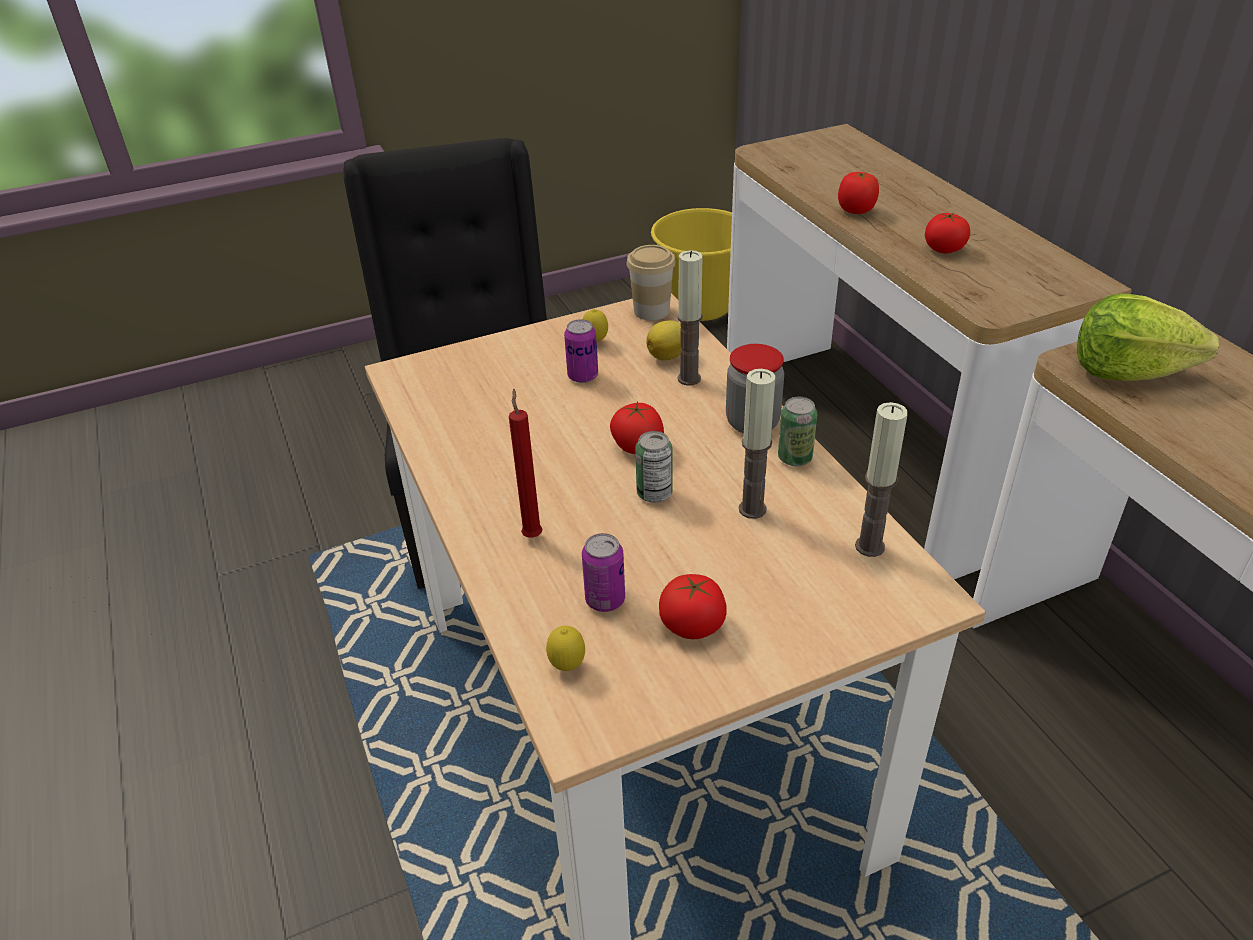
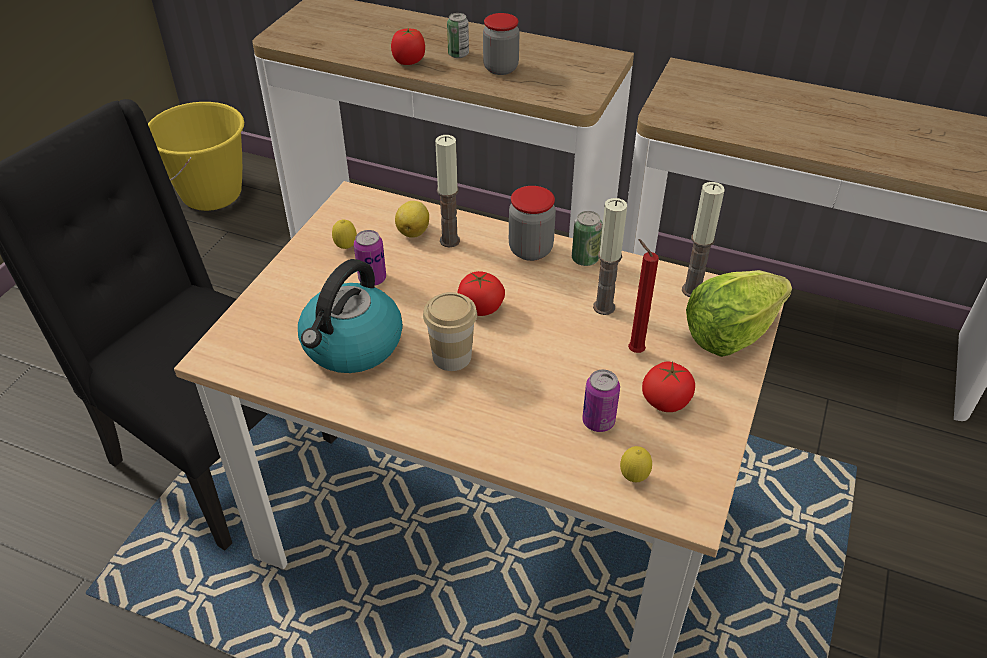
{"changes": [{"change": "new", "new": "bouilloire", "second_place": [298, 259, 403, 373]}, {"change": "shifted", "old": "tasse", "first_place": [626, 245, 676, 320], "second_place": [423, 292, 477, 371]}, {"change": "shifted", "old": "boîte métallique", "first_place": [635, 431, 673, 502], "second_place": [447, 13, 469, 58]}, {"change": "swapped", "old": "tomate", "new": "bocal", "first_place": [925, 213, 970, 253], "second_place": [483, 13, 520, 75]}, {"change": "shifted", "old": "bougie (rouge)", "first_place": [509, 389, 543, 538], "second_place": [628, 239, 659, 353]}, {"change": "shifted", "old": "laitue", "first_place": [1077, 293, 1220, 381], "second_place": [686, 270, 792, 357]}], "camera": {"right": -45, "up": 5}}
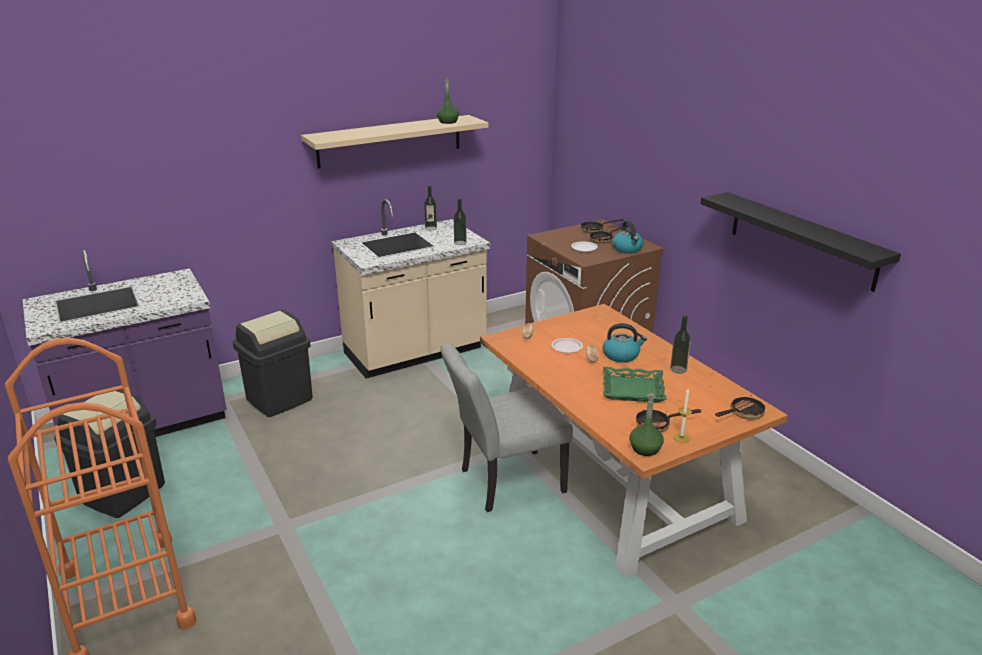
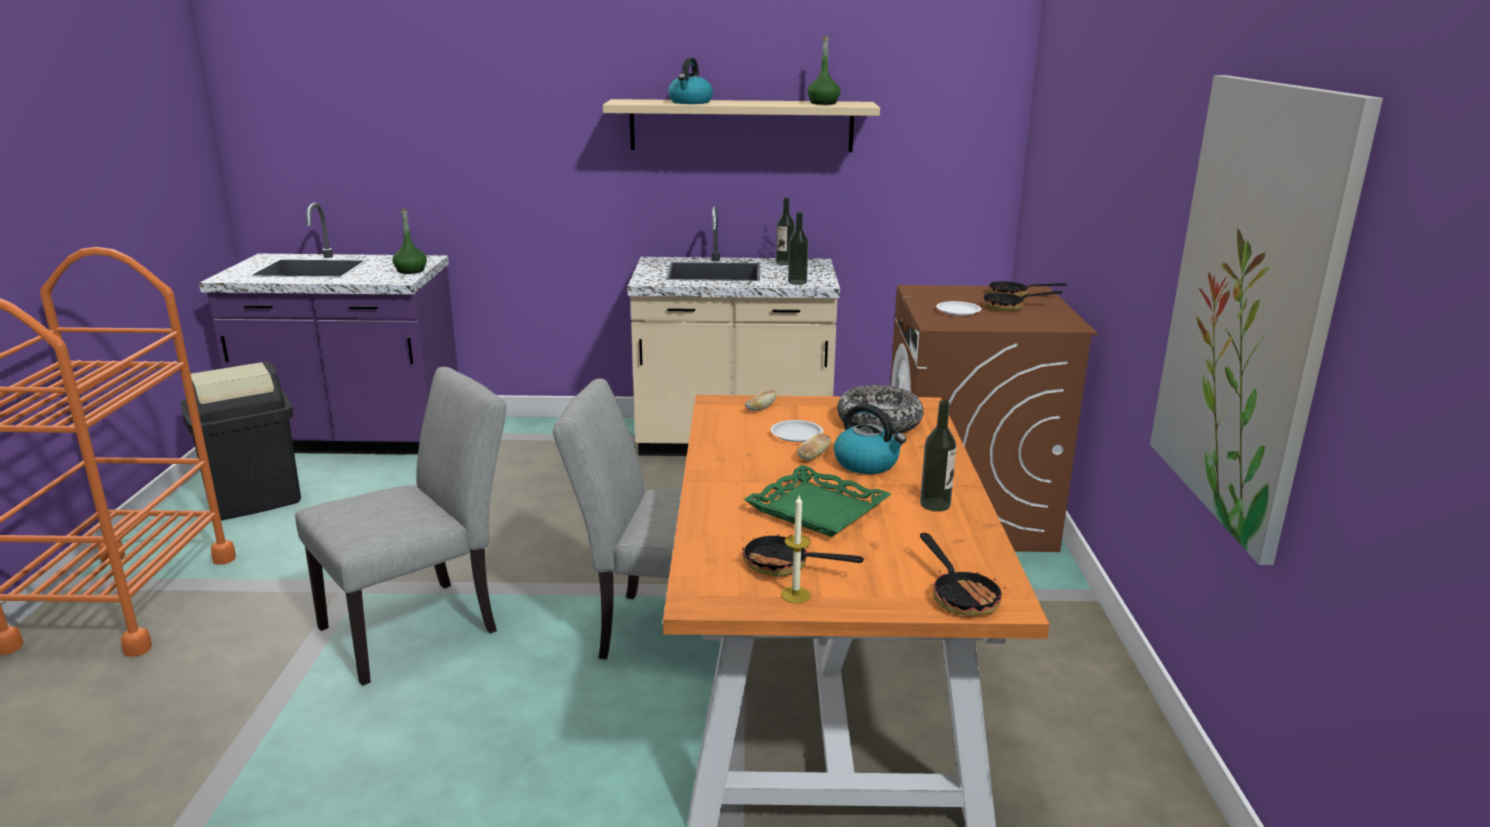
{"changes": [{"change": "new", "new": "chaise (gris)", "second_place": [295, 367, 507, 686]}, {"change": "shifted", "old": "bouteille (vert)", "first_place": [629, 393, 664, 456], "second_place": [393, 208, 427, 274]}, {"change": "shifted", "old": "bouilloire", "first_place": [612, 220, 643, 254], "second_place": [668, 58, 713, 104]}, {"change": "new", "new": "bol", "second_place": [837, 385, 924, 433]}, {"change": "rotated", "old": "poêle", "first_place": [715, 394, 765, 420], "second_place": [920, 533, 1006, 616], "degrees": 75}, {"change": "swapped", "old": "étagère (noir)", "new": "tableau", "first_place": [700, 192, 901, 292], "second_place": [1150, 75, 1383, 565]}, {"change": "gone", "old": "poubelle (noir)", "first_place": [233, 310, 313, 417]}], "camera": {"right": 30, "up": -5}}
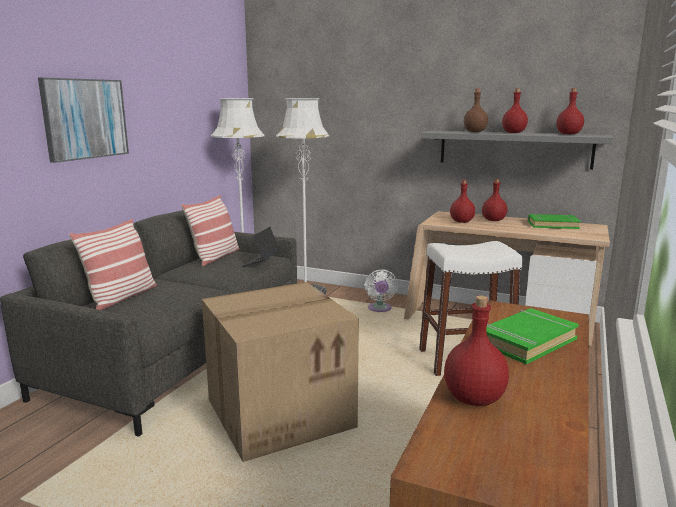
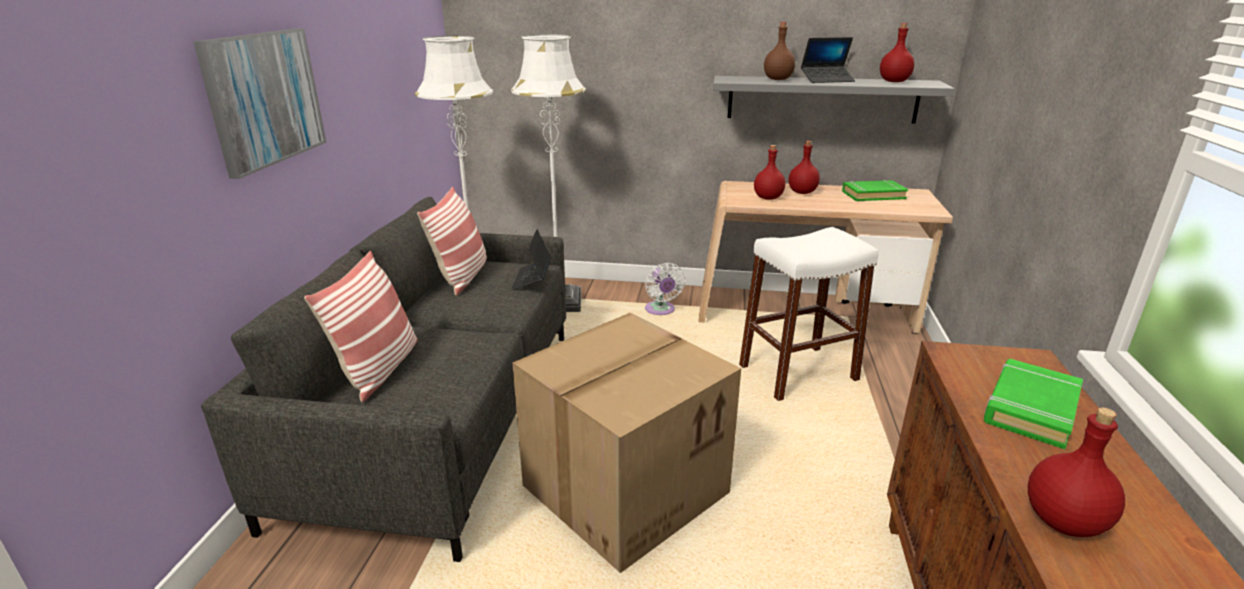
{"changes": [{"change": "swapped", "old": "bouteille (rouge)", "new": "ordinateur portable", "first_place": [502, 89, 528, 133], "second_place": [801, 37, 855, 83]}], "camera": {"right": -15, "up": 10}}
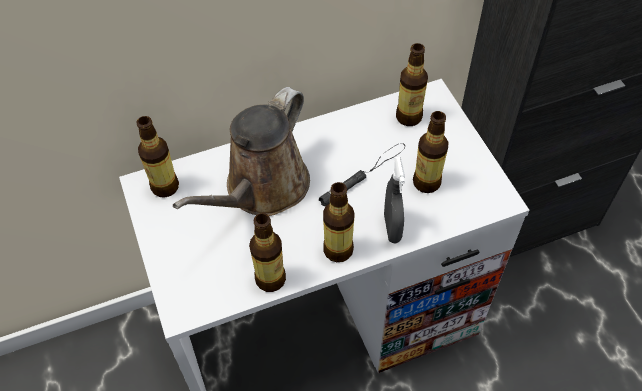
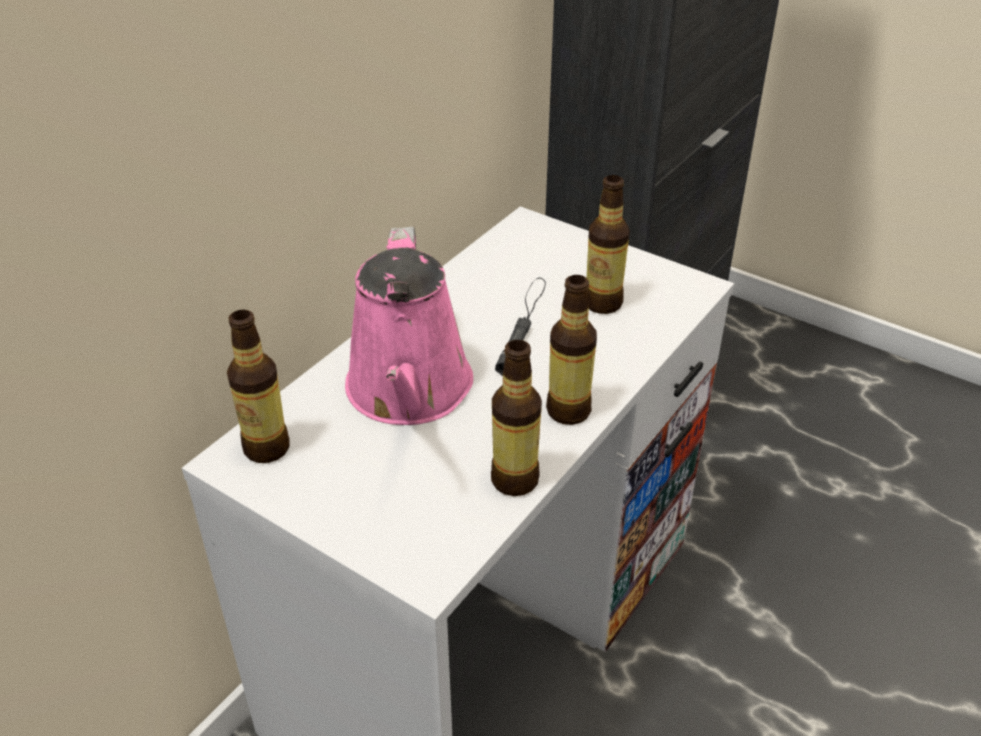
{"changes": [{"change": "repainted", "old": "arrosoir (marron)", "new": "arrosoir (rose)", "first_place": [173, 87, 310, 216], "second_place": [345, 227, 473, 425]}, {"change": "gone", "old": "vaporisateur (gris)", "first_place": [384, 156, 405, 243]}, {"change": "gone", "old": "bouteille", "first_place": [396, 43, 428, 126]}], "camera": {"right": -35, "up": -15}}
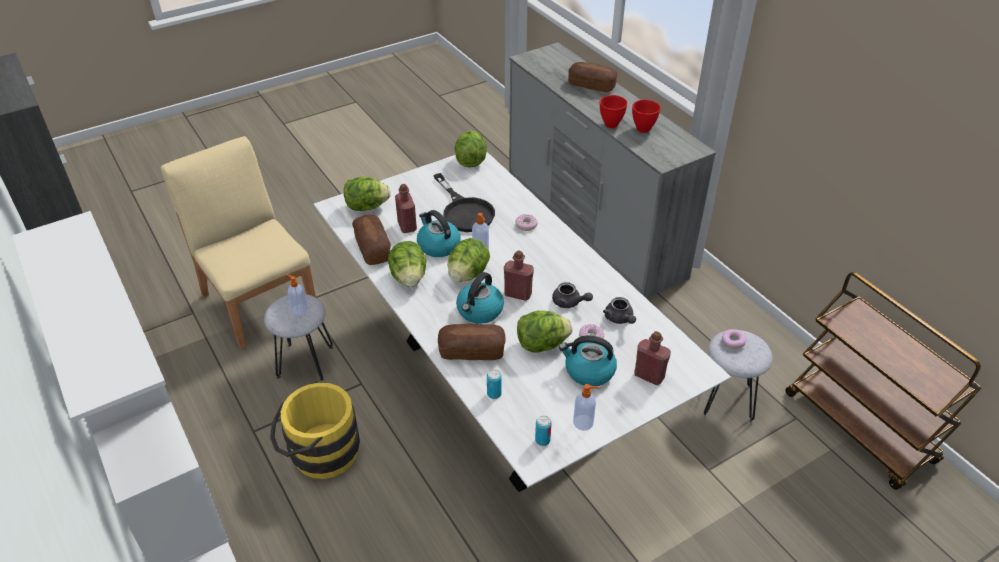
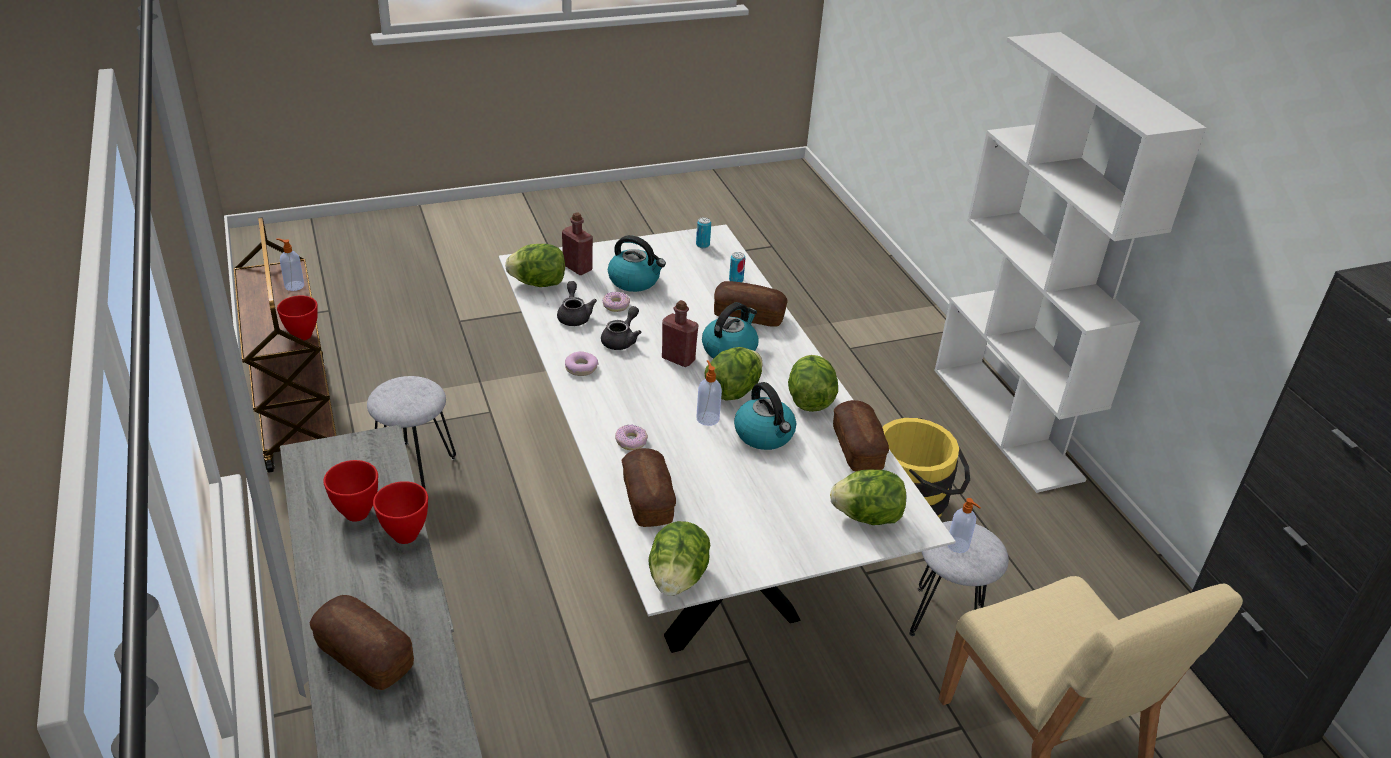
{"changes": [{"change": "shifted", "old": "distributeur de savon", "first_place": [573, 384, 600, 431], "second_place": [276, 238, 304, 291]}, {"change": "new", "new": "bol (rouge)", "second_place": [277, 296, 318, 340]}, {"change": "shifted", "old": "laitue", "first_place": [517, 311, 573, 353], "second_place": [505, 244, 565, 287]}, {"change": "shifted", "old": "beignet", "first_place": [722, 329, 747, 349], "second_place": [565, 351, 598, 376]}, {"change": "rotated", "old": "théière (gris)", "first_place": [552, 282, 593, 308], "second_place": [601, 306, 641, 350], "degrees": 75}, {"change": "new", "new": "pain", "second_place": [621, 448, 676, 527]}, {"change": "gone", "old": "bouteille (rouge)", "first_place": [395, 184, 417, 233]}, {"change": "gone", "old": "poêle (noir)", "first_place": [433, 173, 495, 232]}], "camera": {"right": -170, "up": -5}}
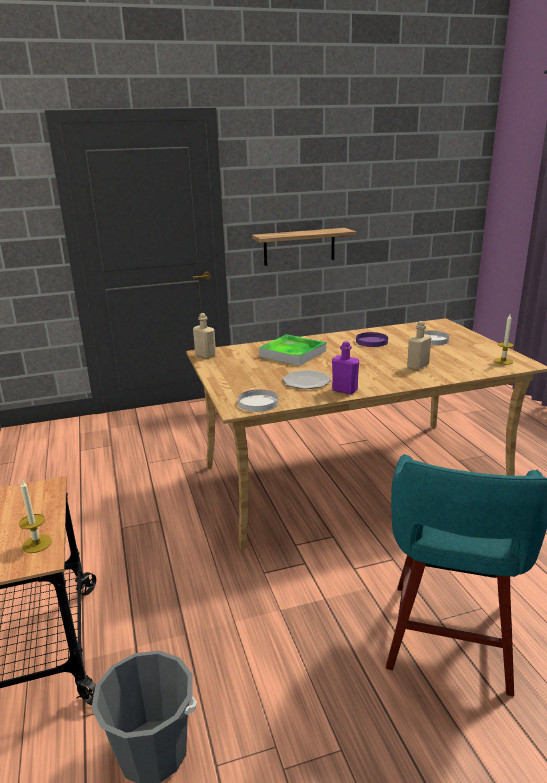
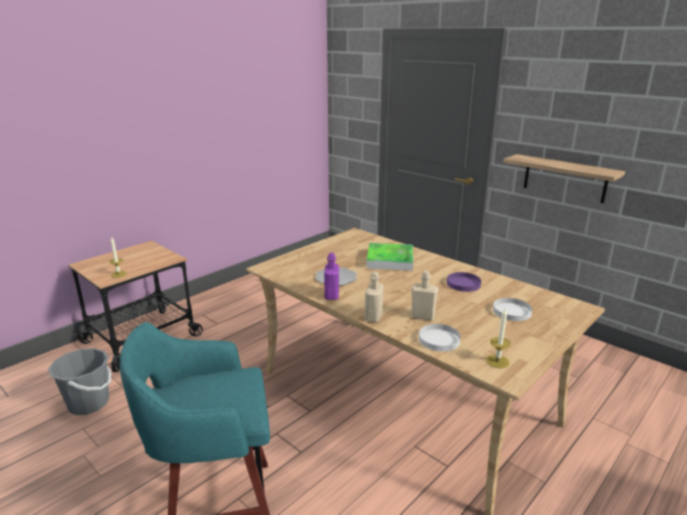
{"changes": [{"change": "shifted", "old": "bouteille (beige)", "first_place": [193, 313, 216, 358], "second_place": [365, 271, 384, 322]}, {"change": "shifted", "old": "assiette (blanc)", "first_place": [238, 389, 278, 412], "second_place": [419, 324, 461, 351]}], "camera": {"right": 60, "up": 0}}
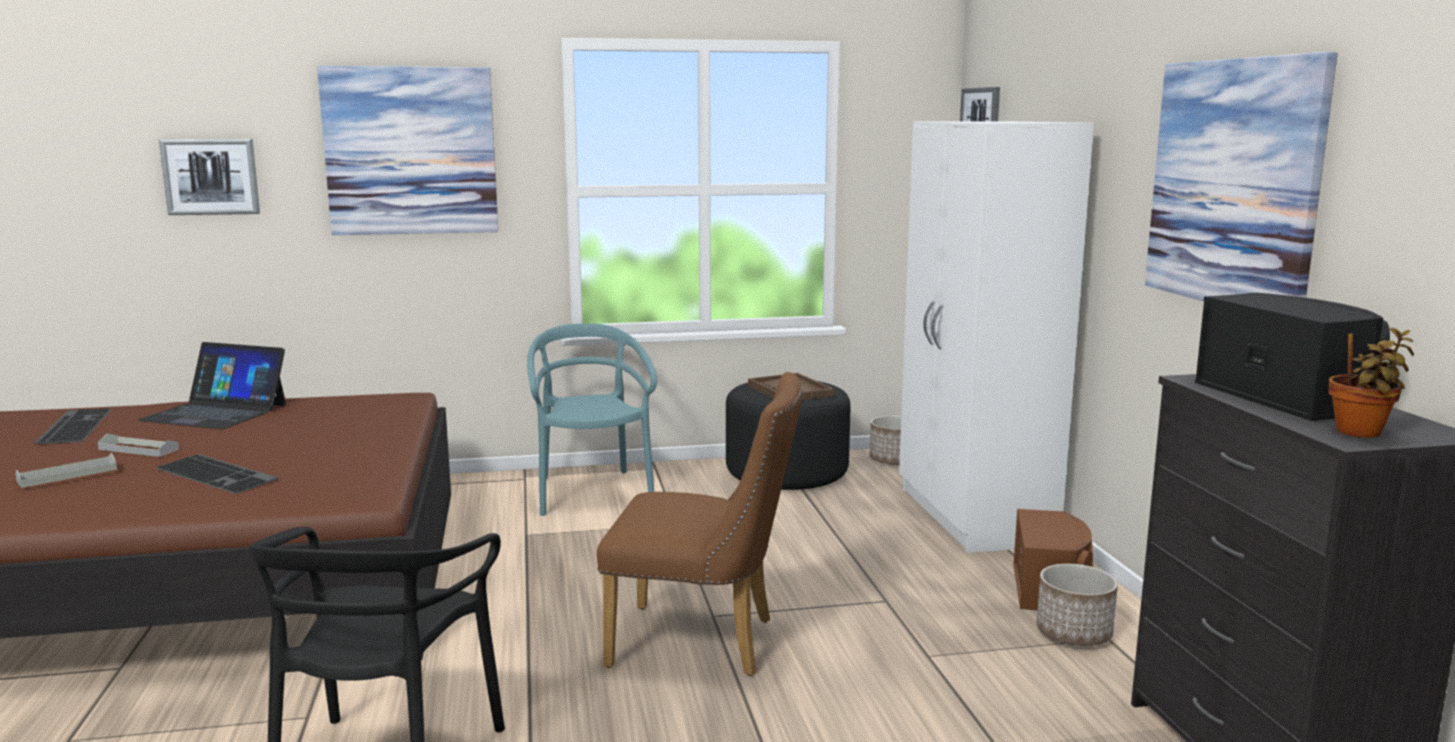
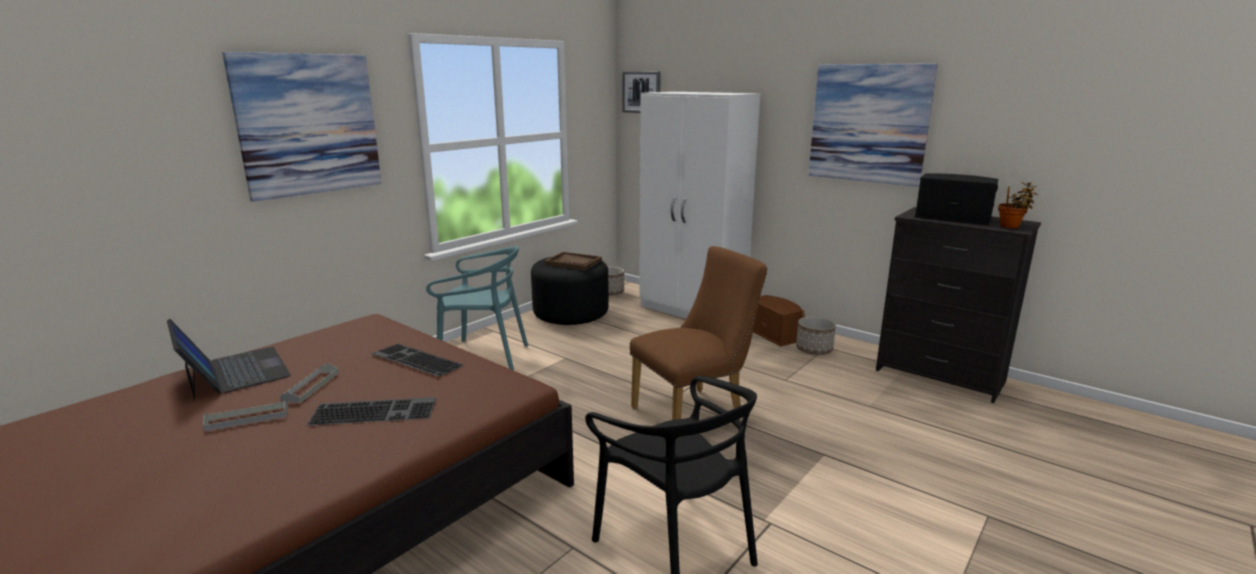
{"changes": [{"change": "rotated", "old": "ordinateur portable", "first_place": [138, 342, 286, 429], "second_place": [167, 319, 291, 400], "degrees": -105}, {"change": "shifted", "old": "plateau (gris)", "first_place": [15, 453, 117, 488], "second_place": [280, 363, 338, 403]}, {"change": "shifted", "old": "clavier", "first_place": [35, 409, 112, 444], "second_place": [371, 344, 464, 377]}, {"change": "rotated", "old": "chaise (turquoise)", "first_place": [527, 323, 657, 516], "second_place": [426, 246, 528, 370], "degrees": 150}, {"change": "gone", "old": "tableau", "first_place": [159, 139, 260, 215]}], "camera": {"right": -40, "up": 5}}
